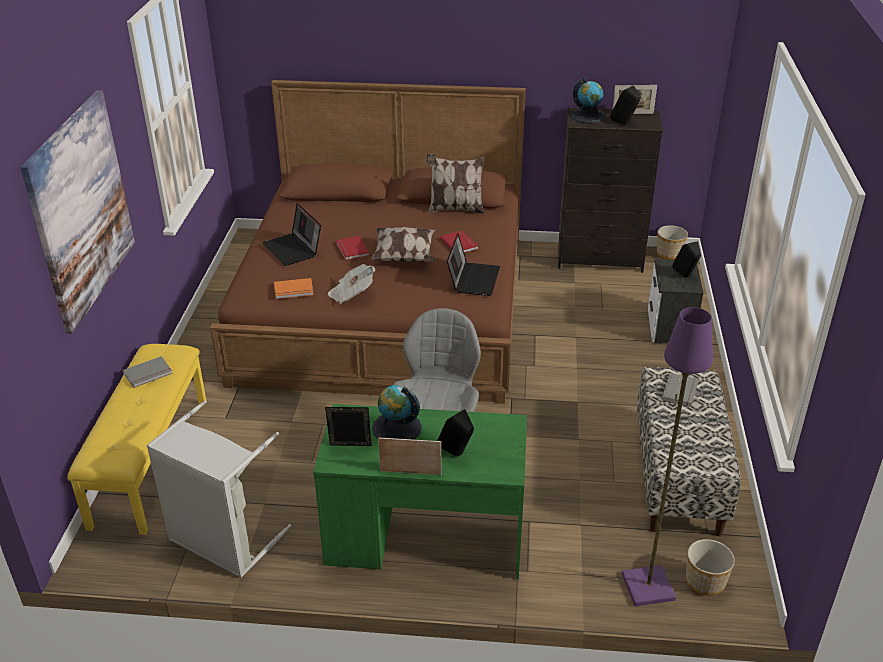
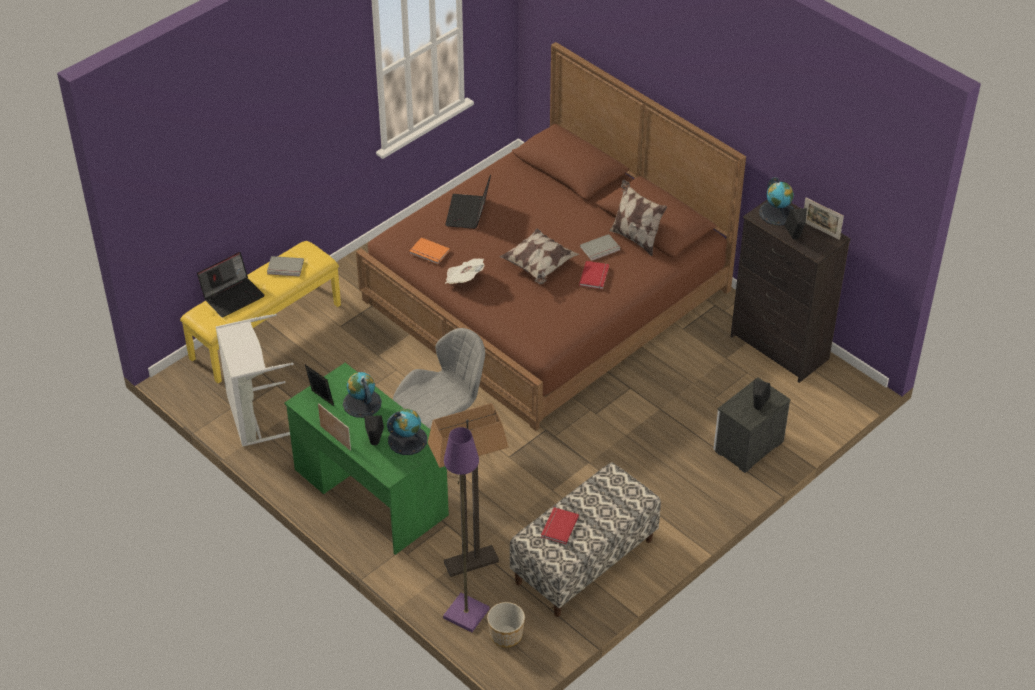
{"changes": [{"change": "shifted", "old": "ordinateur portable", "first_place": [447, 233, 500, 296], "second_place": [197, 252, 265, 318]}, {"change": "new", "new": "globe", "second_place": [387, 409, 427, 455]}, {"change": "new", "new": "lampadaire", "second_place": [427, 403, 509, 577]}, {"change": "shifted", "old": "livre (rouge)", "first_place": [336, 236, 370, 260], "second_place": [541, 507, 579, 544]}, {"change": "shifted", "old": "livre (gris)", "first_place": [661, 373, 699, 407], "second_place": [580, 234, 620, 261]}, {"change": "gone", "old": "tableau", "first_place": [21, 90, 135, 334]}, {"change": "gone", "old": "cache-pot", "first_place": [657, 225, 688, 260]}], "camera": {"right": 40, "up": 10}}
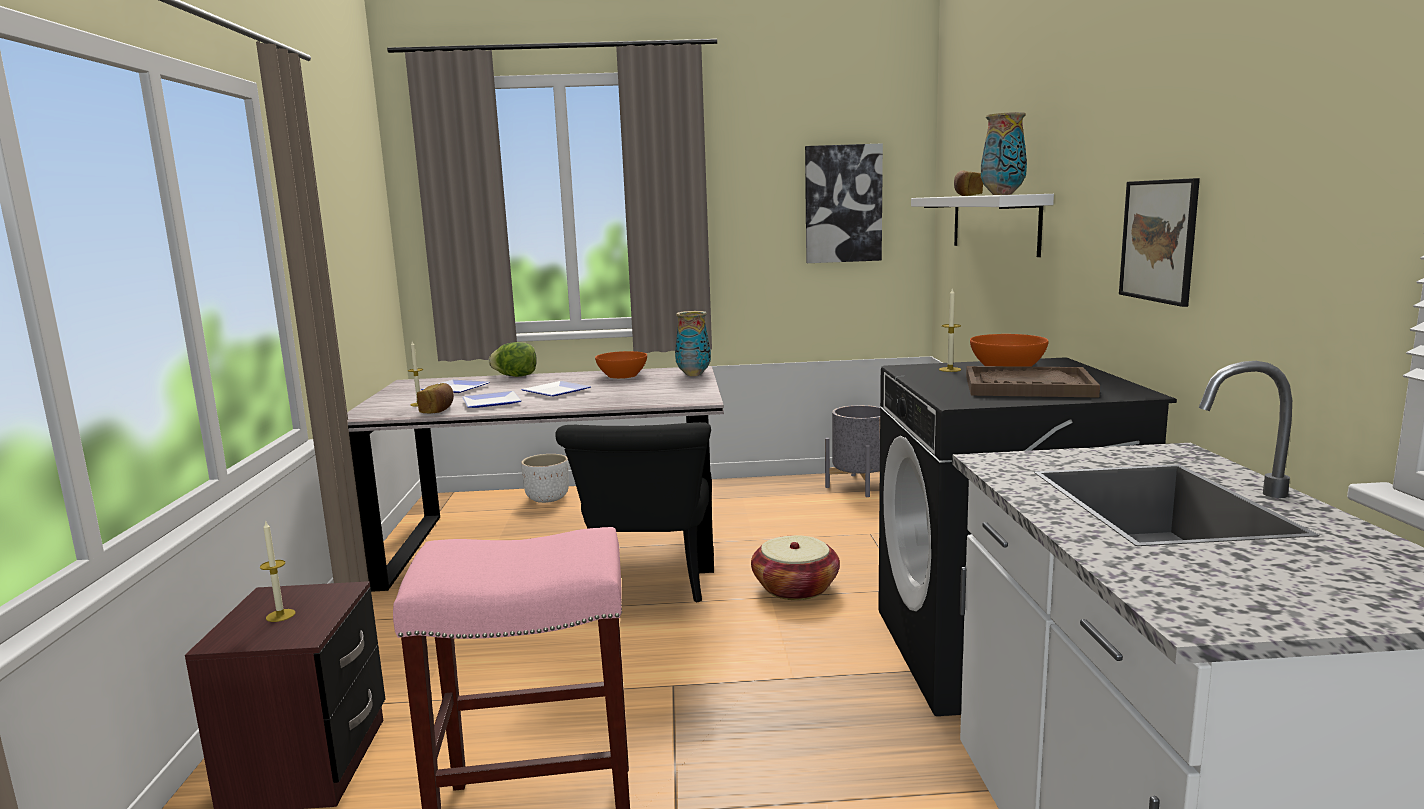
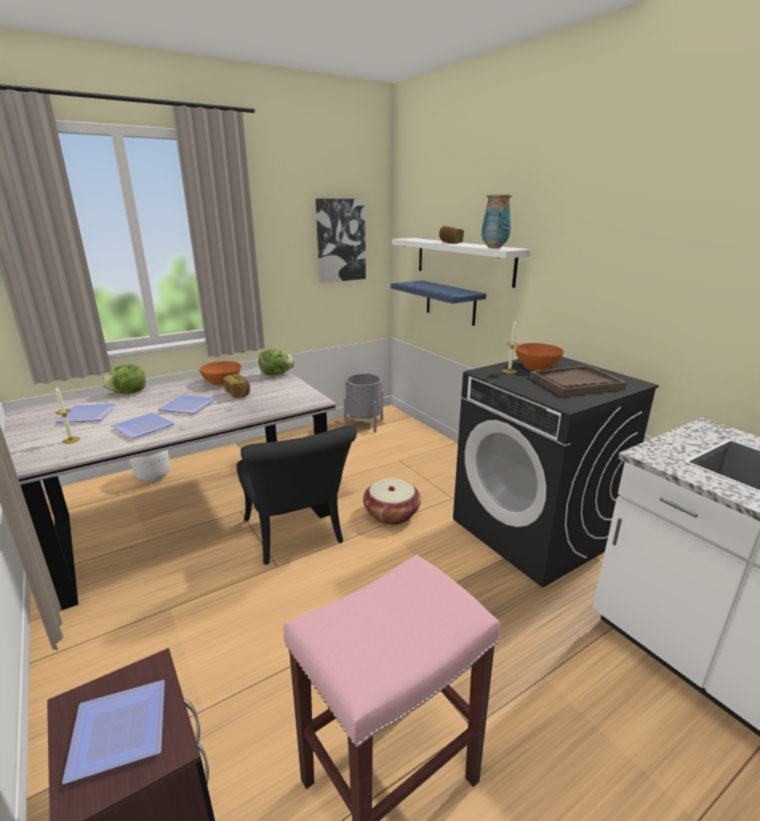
{"changes": [{"change": "swapped", "old": "bougie", "new": "assiette", "first_place": [260, 520, 295, 622], "second_place": [62, 680, 165, 784]}, {"change": "shifted", "old": "pain", "first_place": [417, 383, 454, 413], "second_place": [223, 374, 250, 398]}, {"change": "swapped", "old": "vase", "new": "laitue", "first_place": [675, 311, 711, 376], "second_place": [259, 349, 295, 376]}, {"change": "new", "new": "étagère (bleu)", "second_place": [391, 280, 486, 326]}, {"change": "gone", "old": "tableau", "first_place": [1119, 178, 1200, 307]}], "camera": {"right": -30, "up": 10}}
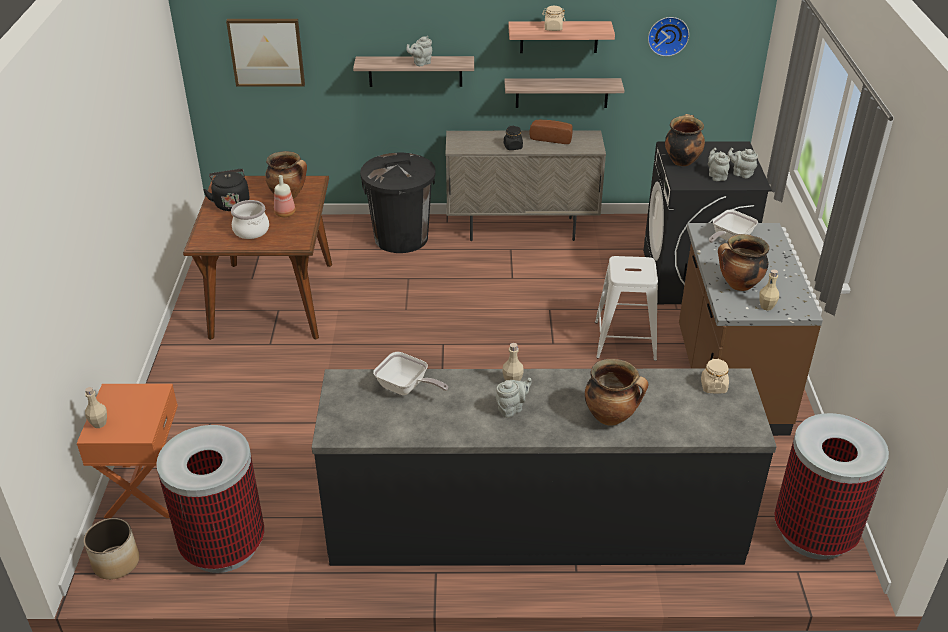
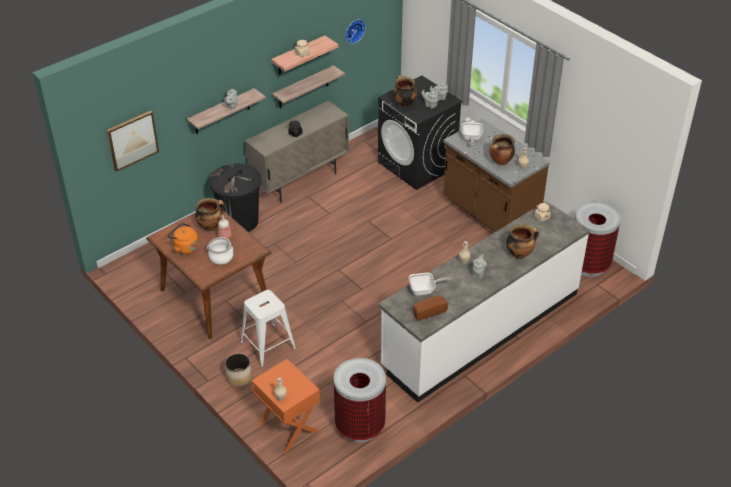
{"changes": [{"change": "repainted", "old": "bouilloire (noir)", "new": "bouilloire (orange)", "first_place": [203, 169, 250, 211], "second_place": [167, 223, 199, 255]}, {"change": "shifted", "old": "cache-pot", "first_place": [84, 518, 139, 580], "second_place": [225, 353, 252, 387]}, {"change": "shifted", "old": "tabouret (blanc)", "first_place": [595, 256, 658, 361], "second_place": [240, 290, 296, 367]}, {"change": "repainted", "old": "comptoir de cuisine (noir)", "new": "comptoir de cuisine (blanc)", "first_place": [312, 368, 777, 566], "second_place": [378, 201, 590, 403]}, {"change": "shifted", "old": "pain", "first_place": [530, 120, 573, 144], "second_place": [413, 296, 448, 321]}], "camera": {"right": -40, "up": 5}}
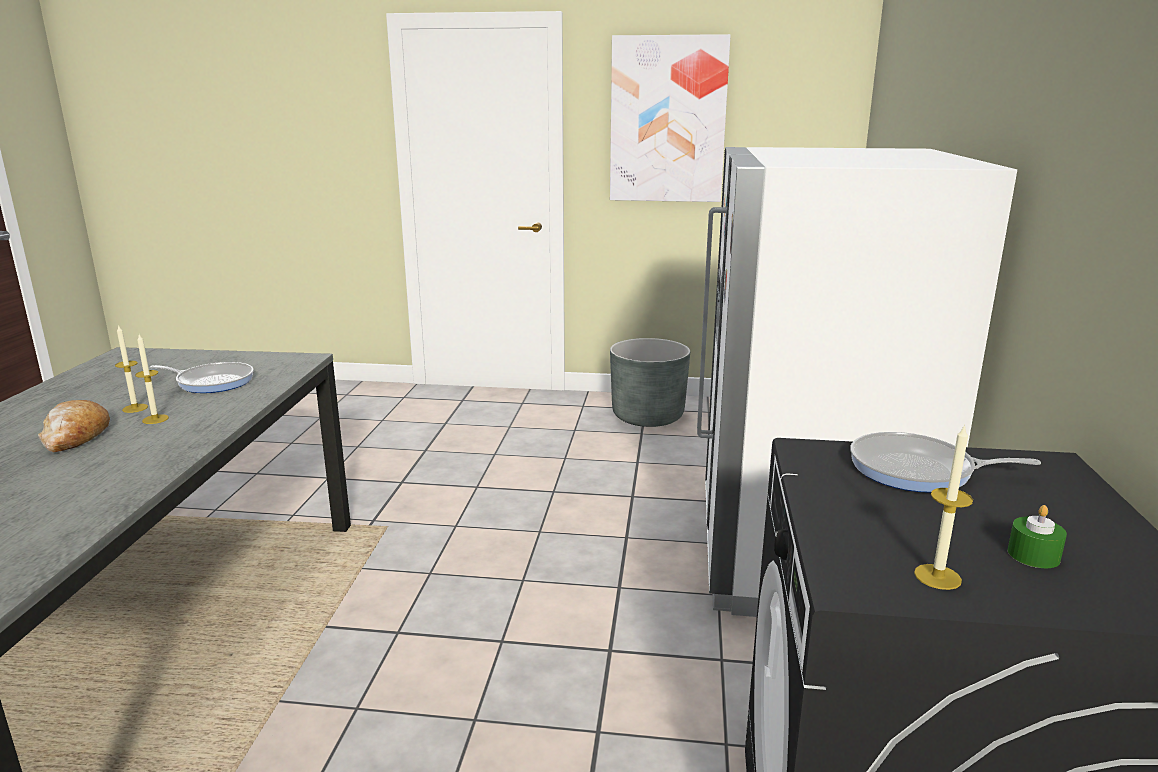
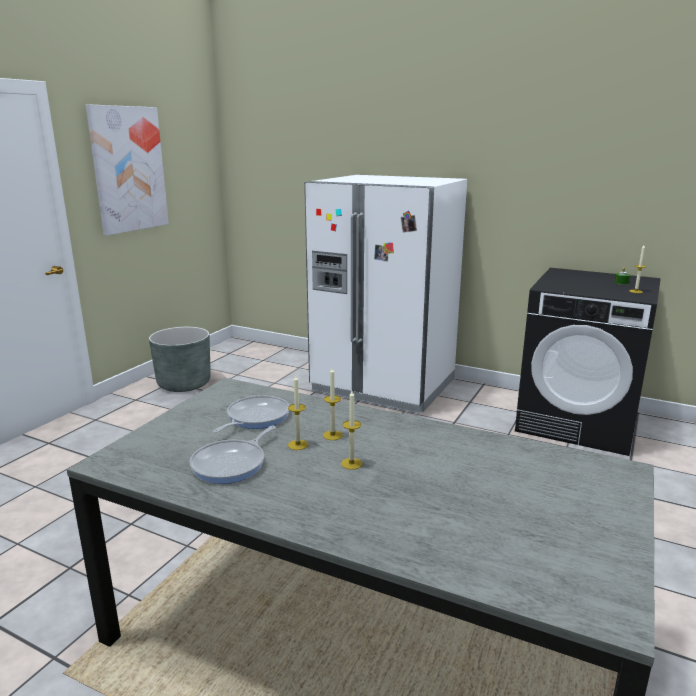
{"changes": [{"change": "shifted", "old": "poêle", "first_place": [850, 432, 1041, 493], "second_place": [190, 425, 276, 484]}, {"change": "swapped", "old": "pain", "new": "bougie", "first_place": [38, 400, 110, 452], "second_place": [341, 391, 363, 470]}], "camera": {"right": -70, "up": 0}}
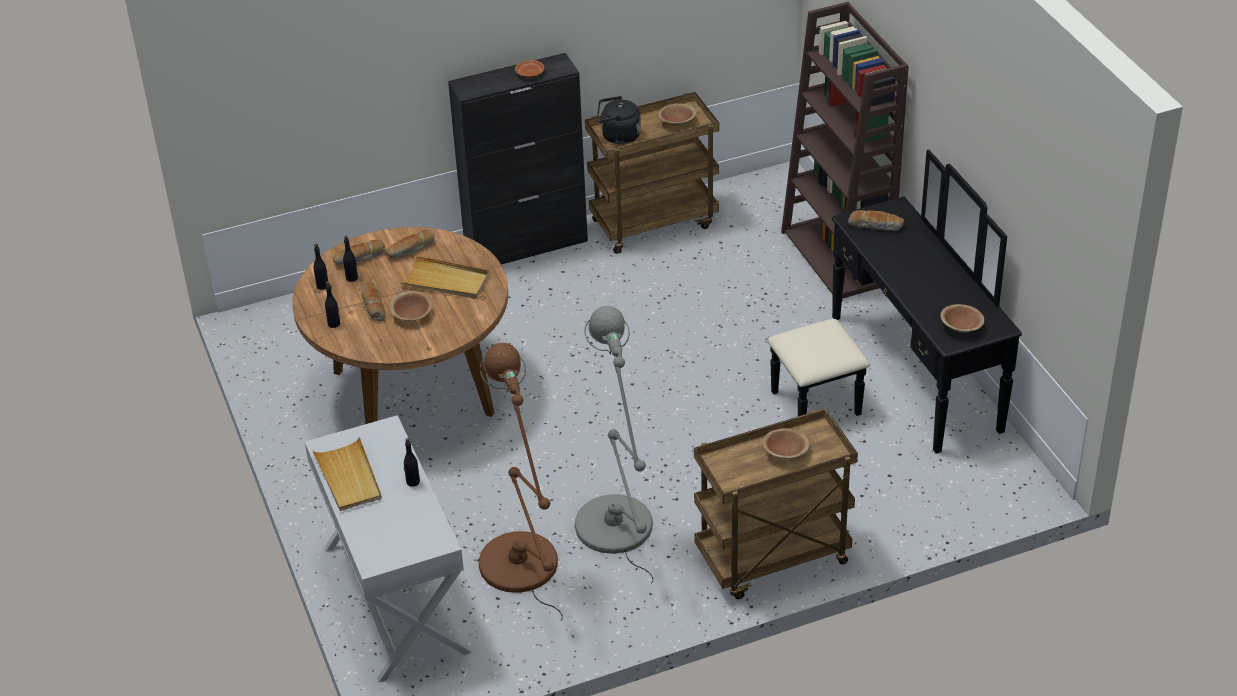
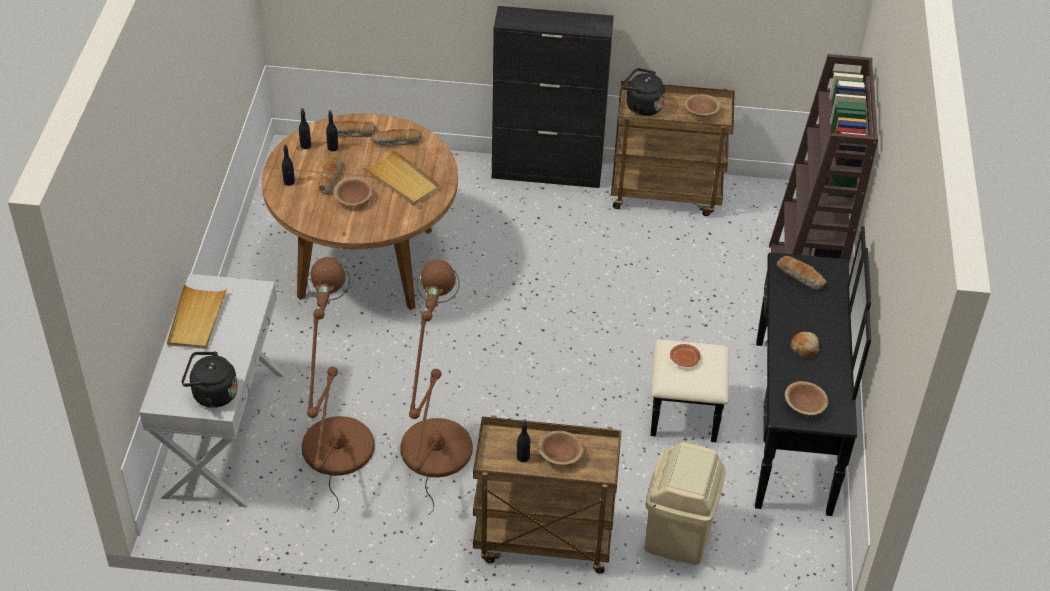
{"changes": [{"change": "new", "new": "bouilloire (noir)", "second_place": [182, 352, 238, 408]}, {"change": "repainted", "old": "lampadaire (gris)", "new": "lampadaire (marron)", "first_place": [575, 306, 653, 584], "second_place": [400, 260, 473, 515]}, {"change": "shifted", "old": "bouteille (noir)", "first_place": [404, 438, 420, 487], "second_place": [517, 420, 530, 462]}, {"change": "new", "new": "poubelle (beige)", "second_place": [645, 442, 726, 565]}, {"change": "shifted", "old": "assiette (marron)", "first_place": [515, 60, 544, 78], "second_place": [670, 344, 700, 367]}, {"change": "new", "new": "pain", "second_place": [790, 332, 819, 357]}], "camera": {"right": 25, "up": 5}}
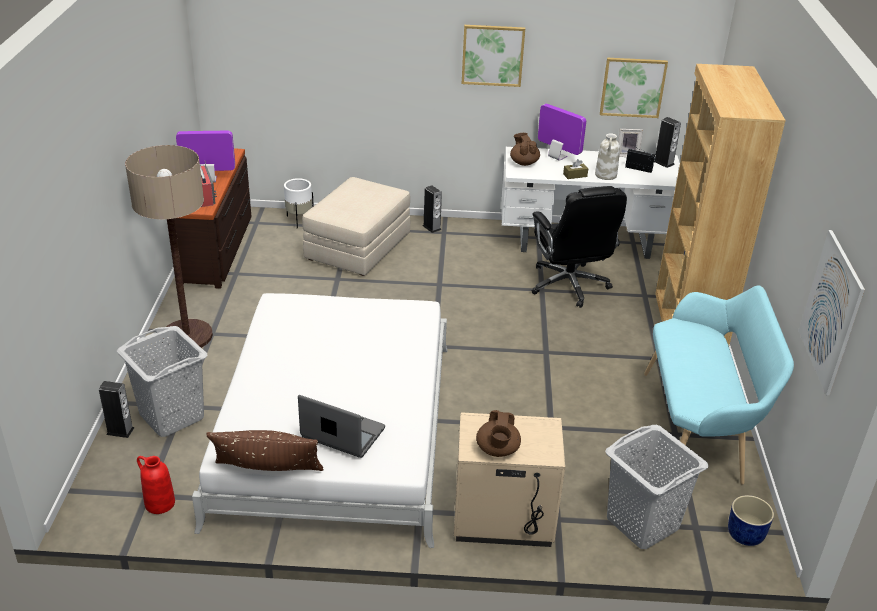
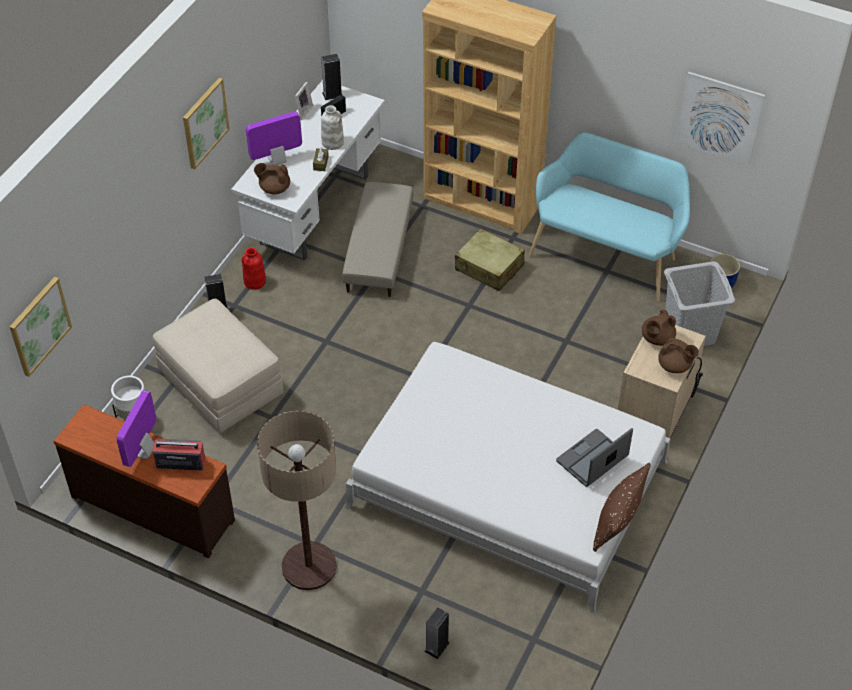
{"changes": [{"change": "shifted", "old": "tableau", "first_place": [600, 58, 668, 118], "second_place": [10, 277, 72, 377]}, {"change": "shifted", "old": "vase (rouge)", "first_place": [137, 456, 175, 514], "second_place": [242, 247, 266, 290]}, {"change": "swapped", "old": "chaise de bureau (noir)", "new": "pouf (beige)", "first_place": [531, 186, 627, 308], "second_place": [342, 182, 413, 297]}, {"change": "new", "new": "valise (beige)", "second_place": [455, 229, 525, 291]}, {"change": "new", "new": "théière (marron)", "second_place": [642, 310, 676, 346]}, {"change": "gone", "old": "panier à linge (gris)", "first_place": [117, 326, 207, 437]}], "camera": {"right": -65, "up": 15}}
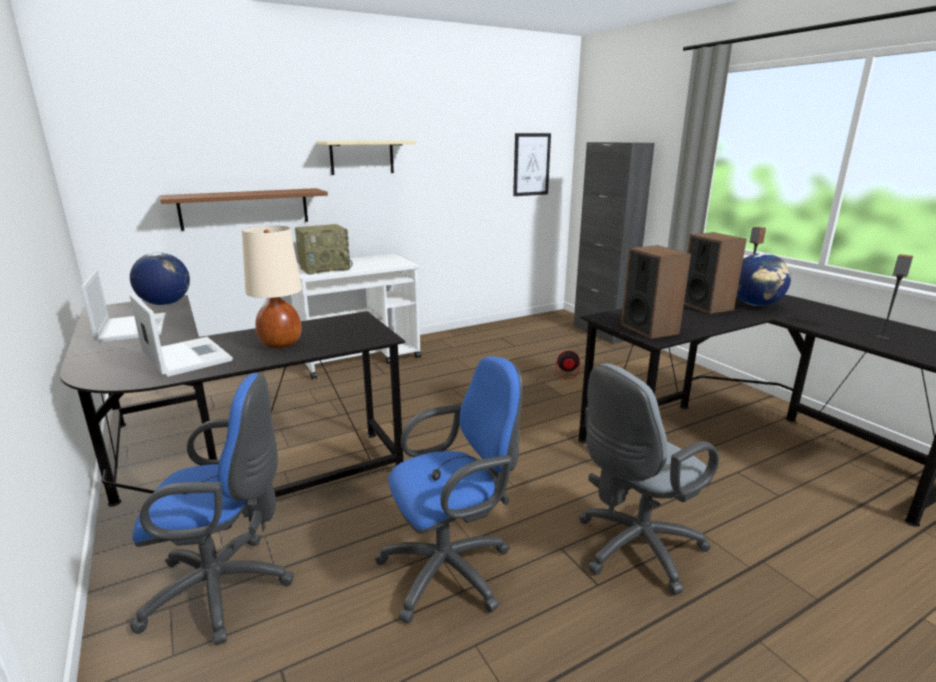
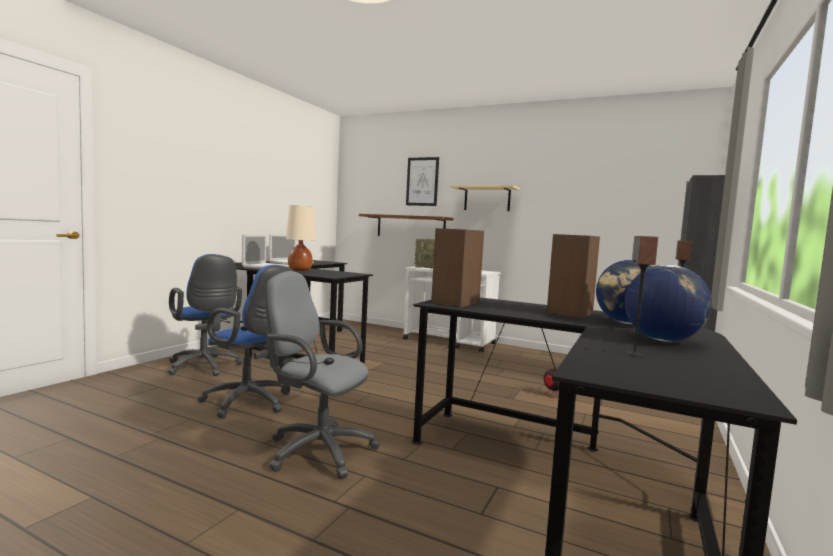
{"changes": [{"change": "shifted", "old": "tableau", "first_place": [513, 133, 551, 196], "second_place": [406, 157, 439, 206]}, {"change": "shifted", "old": "globe", "first_place": [130, 252, 190, 305], "second_place": [625, 265, 712, 342]}], "camera": {"right": 55, "up": -15}}
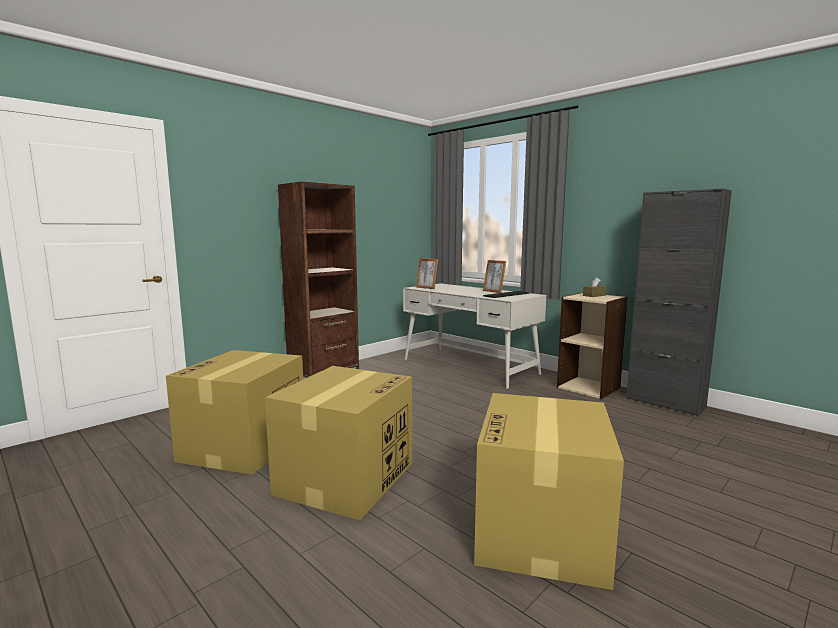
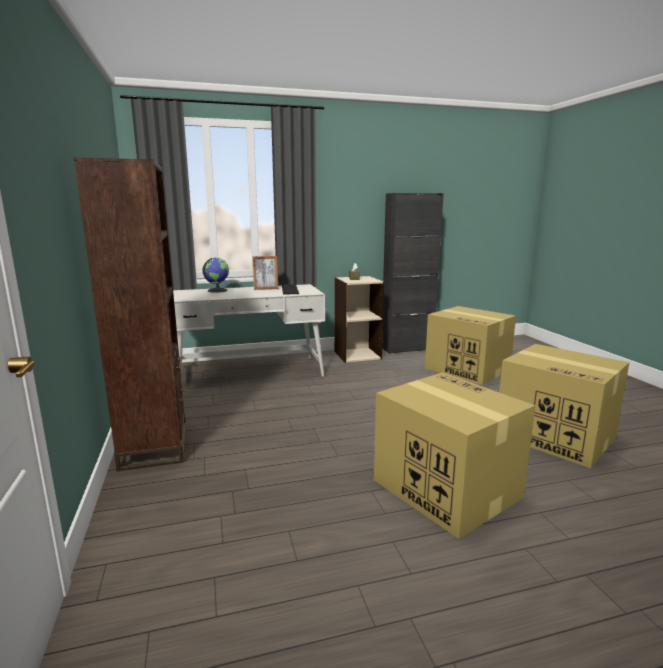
{"changes": [{"change": "new", "new": "globe", "second_place": [202, 258, 229, 293]}, {"change": "shifted", "old": "carton", "first_place": [166, 350, 303, 475], "second_place": [425, 306, 516, 385]}, {"change": "gone", "old": "cadre photo", "first_place": [416, 258, 438, 289]}], "camera": {"right": -60, "up": 5}}
